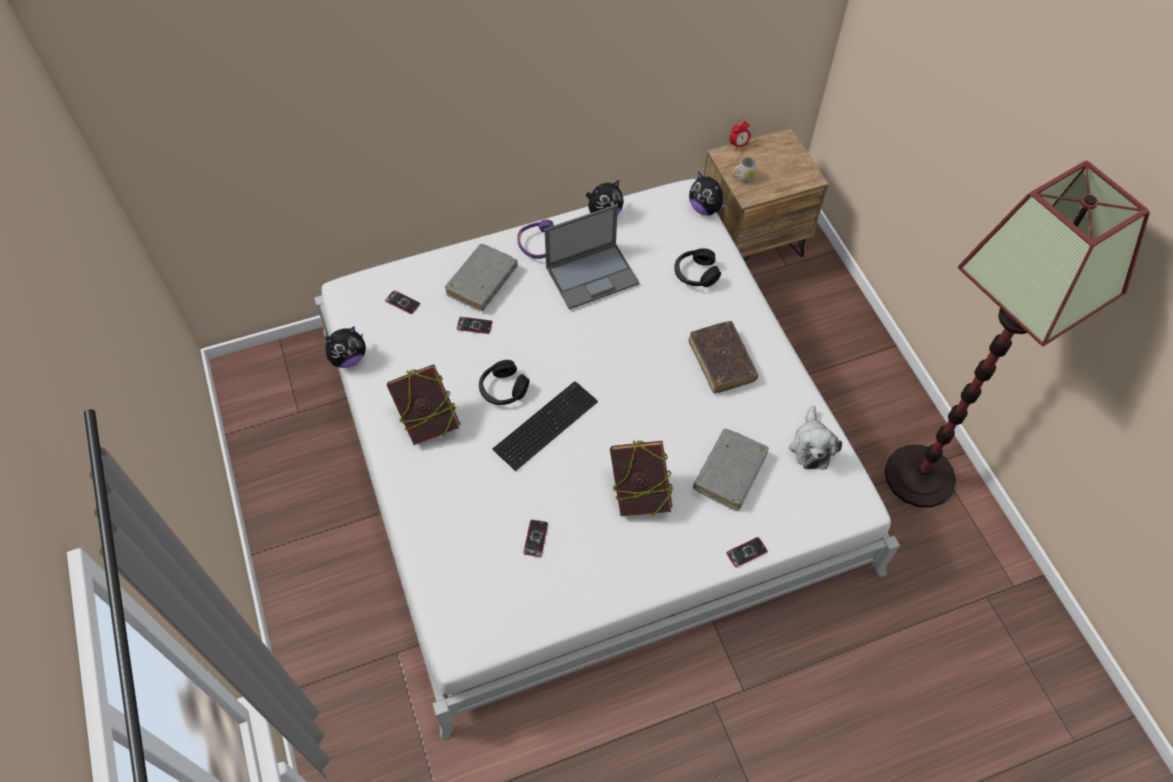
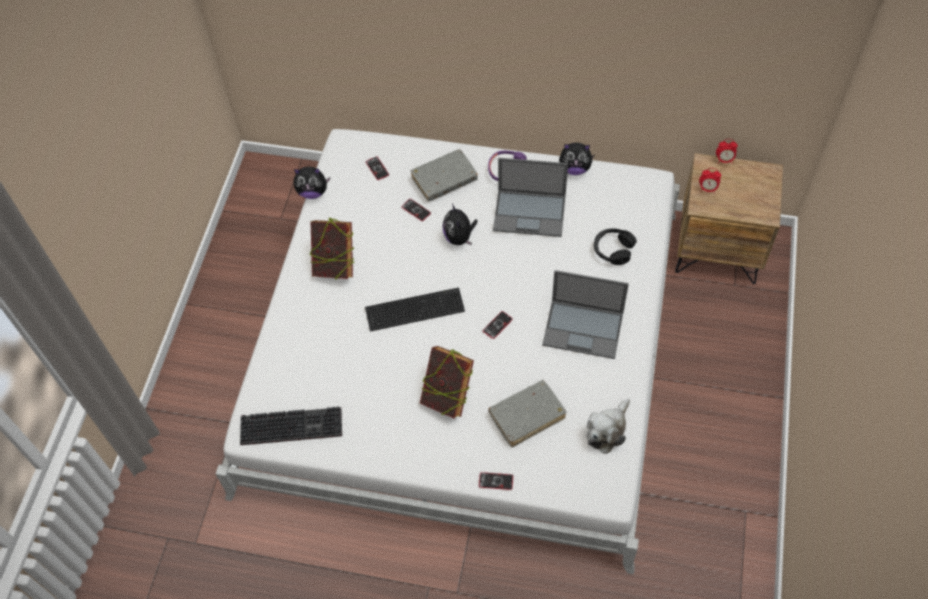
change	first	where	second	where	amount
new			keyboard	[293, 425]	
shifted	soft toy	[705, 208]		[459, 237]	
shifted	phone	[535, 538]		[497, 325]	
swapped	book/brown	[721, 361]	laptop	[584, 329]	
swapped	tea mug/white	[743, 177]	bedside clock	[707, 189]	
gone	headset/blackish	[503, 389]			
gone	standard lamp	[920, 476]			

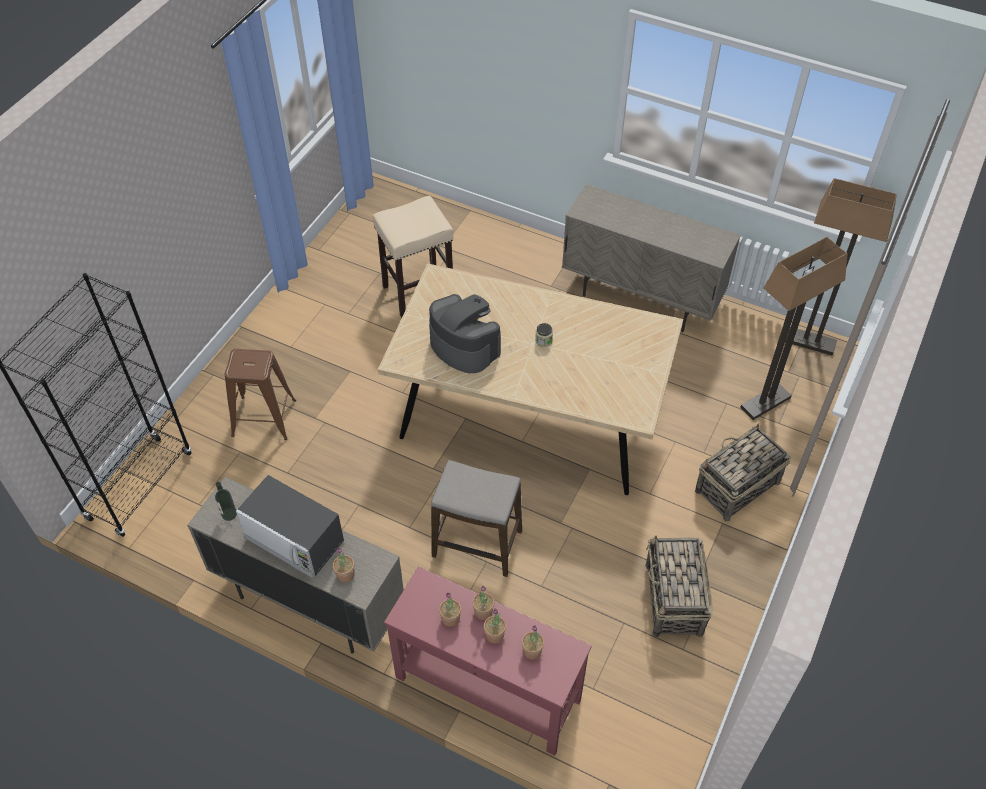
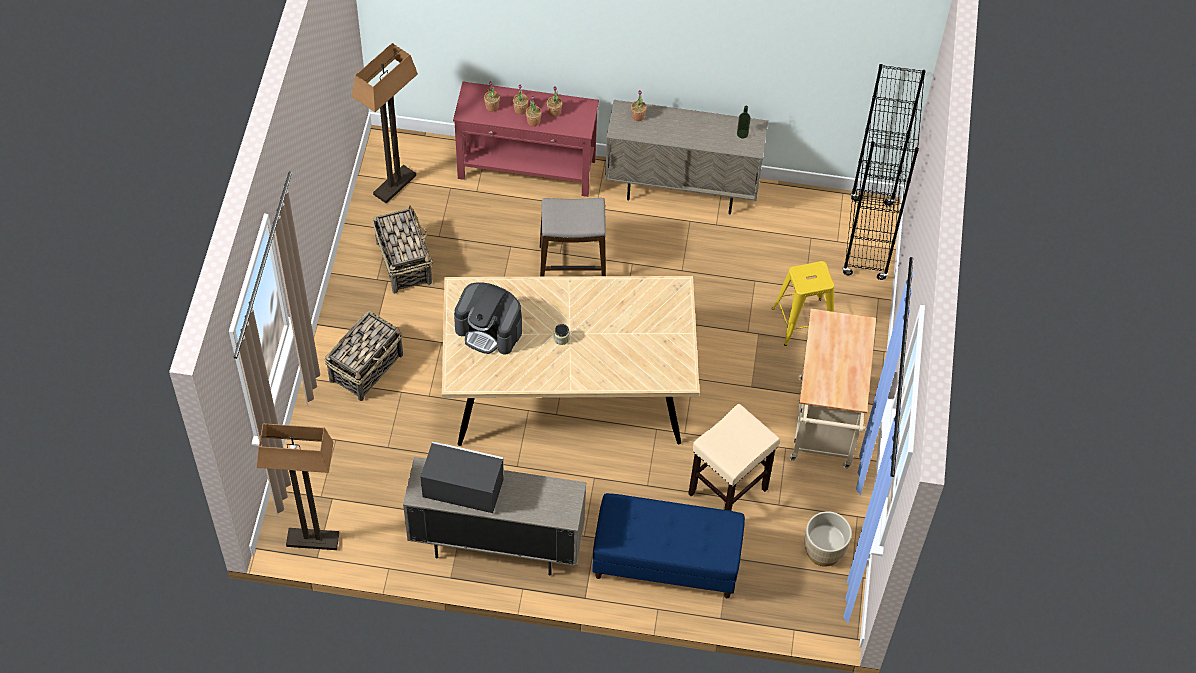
change	first	where	second	where	amount
shifted	standard lamp	[765, 402]		[395, 185]	
shifted	microwave	[295, 540]		[462, 488]	
shifted	coffee machine	[464, 346]		[489, 330]	
new			bench/bluish	[665, 562]	
repainted	stool/brown	[264, 418]	stool/yellow	[802, 322]	
new			wheeled cart/sand-coloured	[824, 429]	
new			flower pot/sand-coloured	[824, 550]	

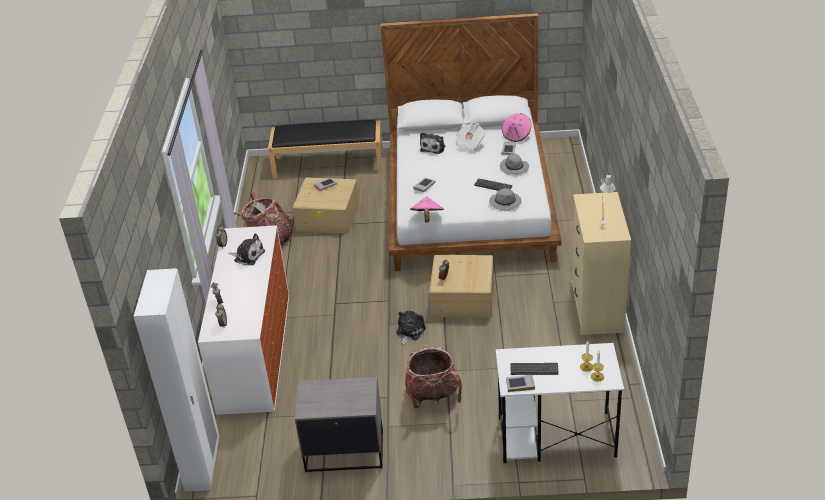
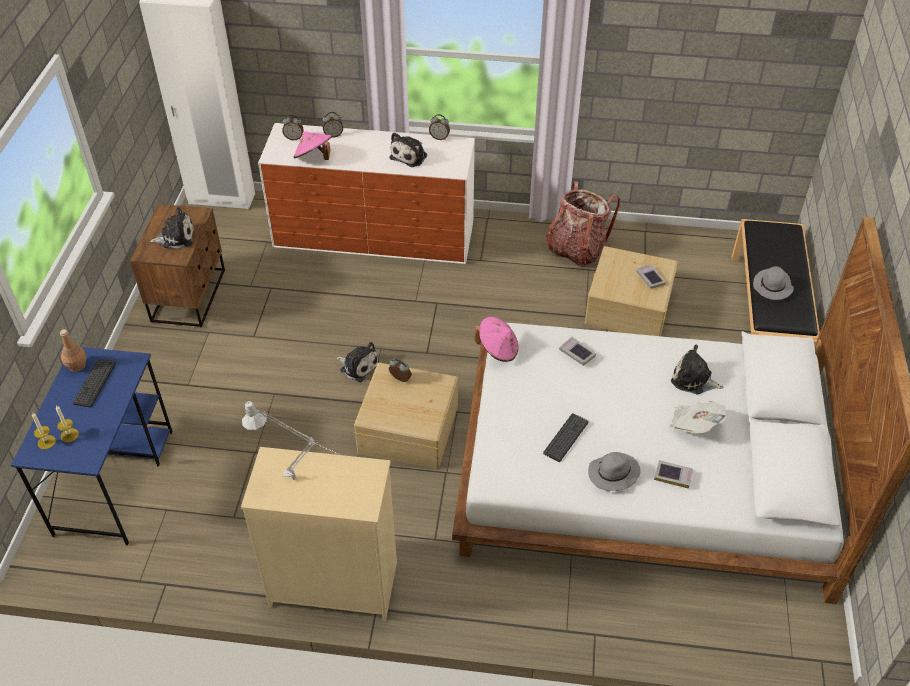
change	first	where	second	where	amount
repainted	desk table/white	[555, 437]	desk table/bluish	[115, 480]	
swapped	book	[520, 385]	drink bottle/brown	[76, 365]	
repainted	bedside table/greyish	[344, 451]	bedside table/brown	[189, 295]	
new			soft toy	[176, 237]	
shifted	clothing hat/pink-coloured	[516, 135]		[314, 158]	
shifted	clothing hat/greyish	[505, 203]		[772, 287]	
gone	rucksack	[433, 396]			

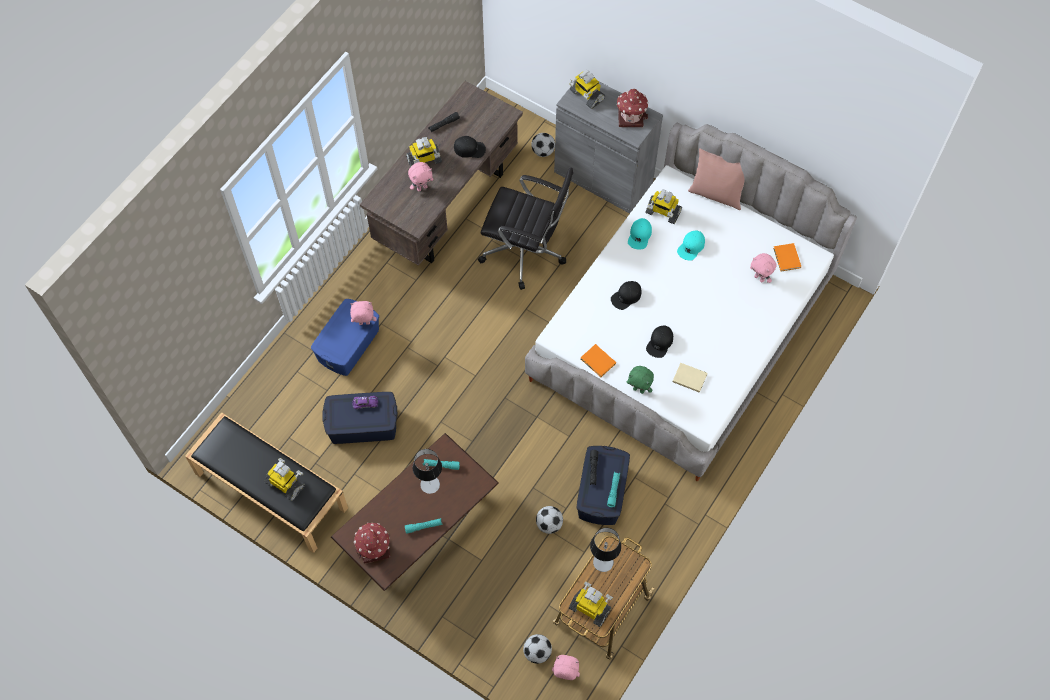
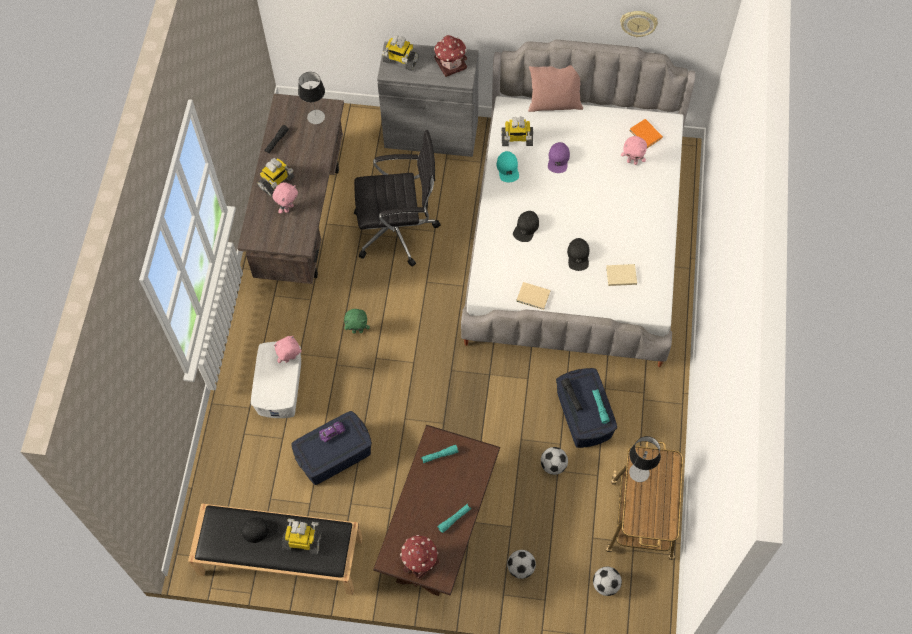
change	first	where	second	where	amount
shifted	cap/blackish	[469, 149]		[259, 529]	
repainted	storage bin/bluish	[349, 345]	storage bin/white	[280, 387]	
shifted	tabletop lamp	[430, 484]		[316, 117]	
shifted	soft toy/green-coloured	[639, 389]		[357, 331]	
shifted	ball for football	[542, 151]		[520, 568]	
repainted	book/orange	[598, 362]	book/sand-coloured	[534, 297]	
repainted	cap/turquoise-coloured	[691, 247]	cap/purplish	[558, 159]	
new			clock on the wall	[638, 23]	
gone	soft toy/pink-coloured	[565, 674]			
gone	model robot	[590, 608]			

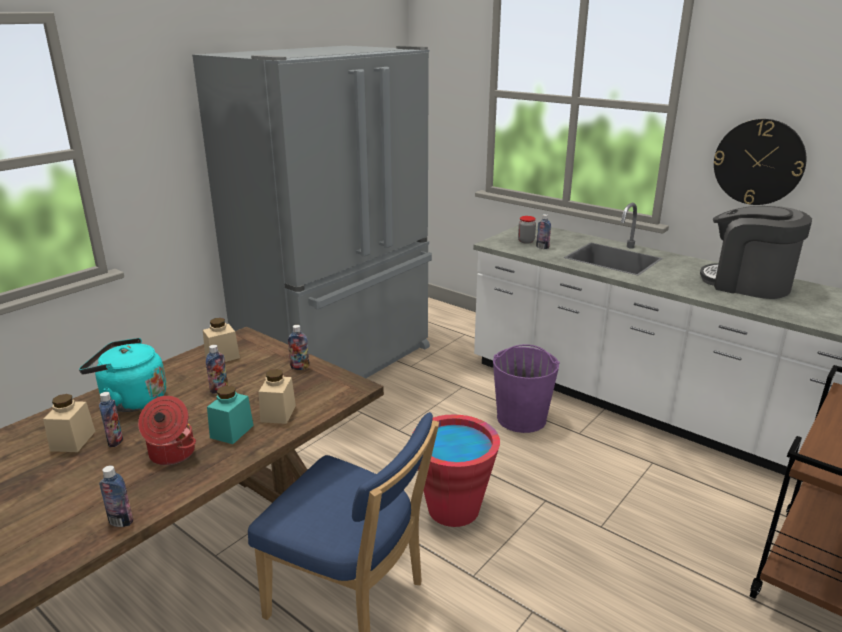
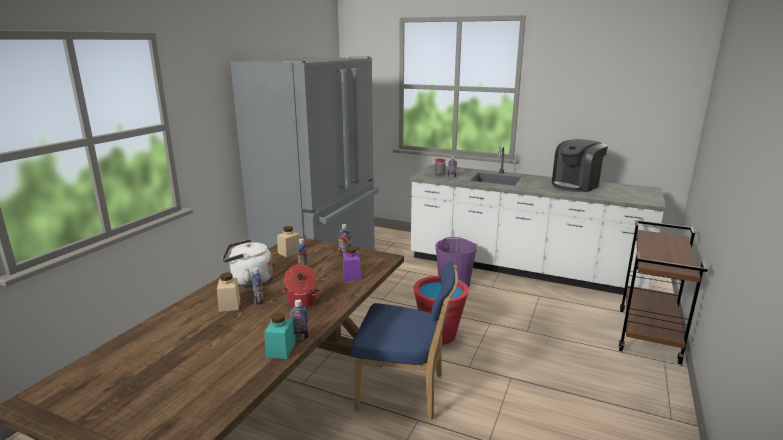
change	first	where	second	where	amount
repainted	tea kettle/turquoise-coloured	[130, 400]	tea kettle/white	[249, 280]	
shifted	preserve jar/turquoise-coloured	[232, 431]		[280, 350]	
repainted	preserve jar/sand-coloured	[278, 413]	preserve jar/purplish	[351, 275]	
rotated	coffee machine	[747, 284]		[575, 185]	60 degrees counterclockwise
gone	clock on the wall	[758, 162]			

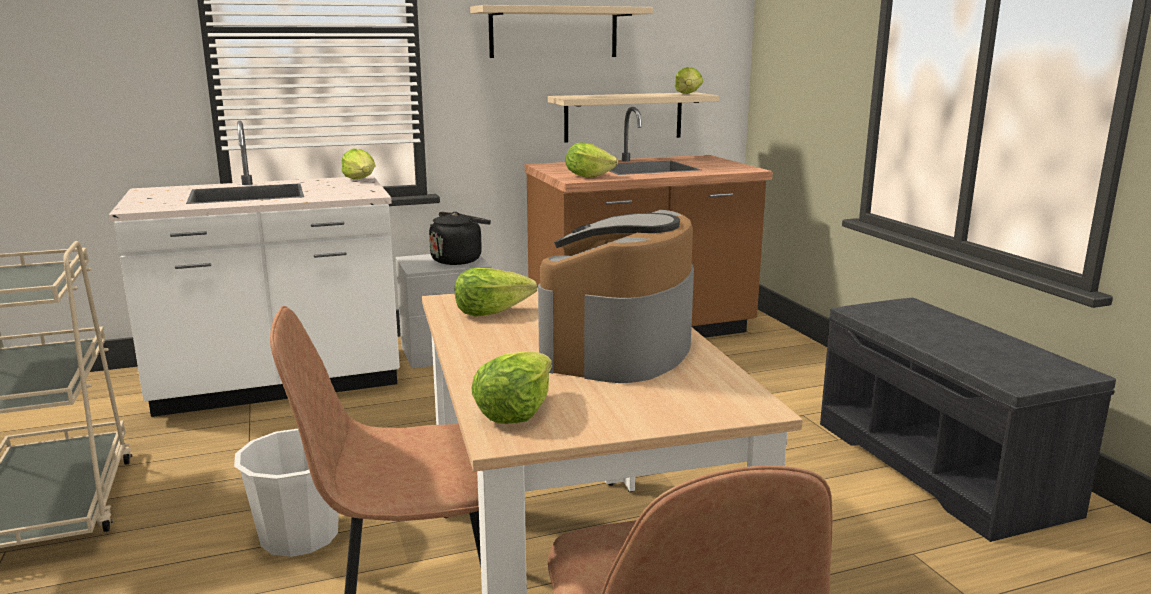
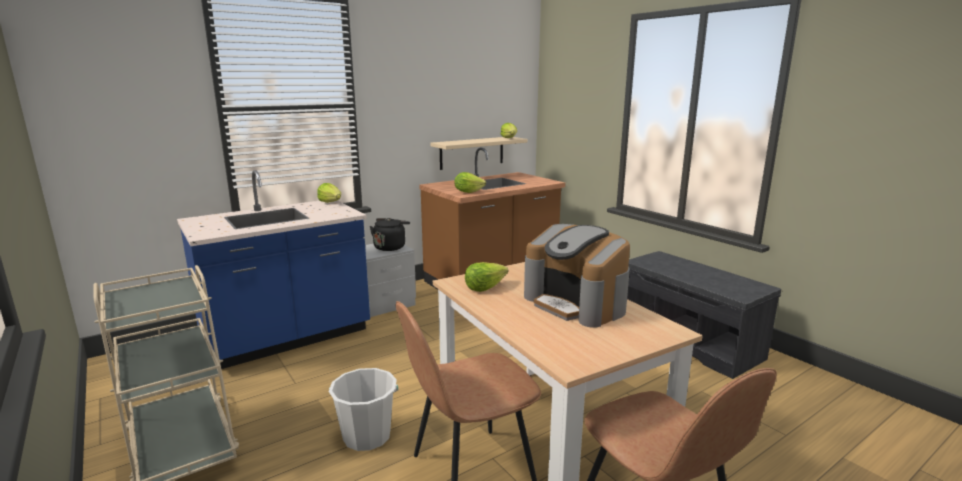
change	first	where	second	where	amount
repainted	kitchen base unit/white	[278, 385]	kitchen base unit/bluish	[287, 339]	
rotated	coffee machine	[619, 348]		[576, 303]	45 degrees counterclockwise
gone	shelf/sand-coloured	[554, 32]			
gone	lettuce	[515, 411]			

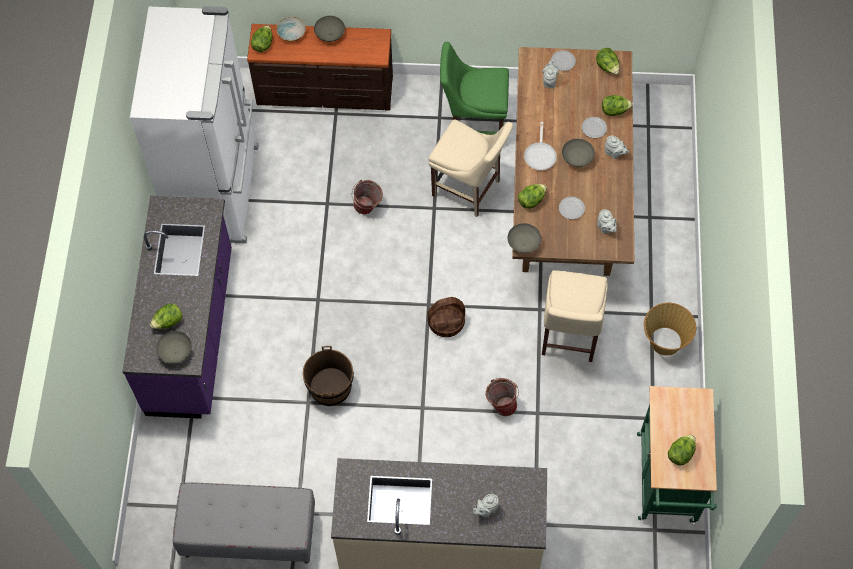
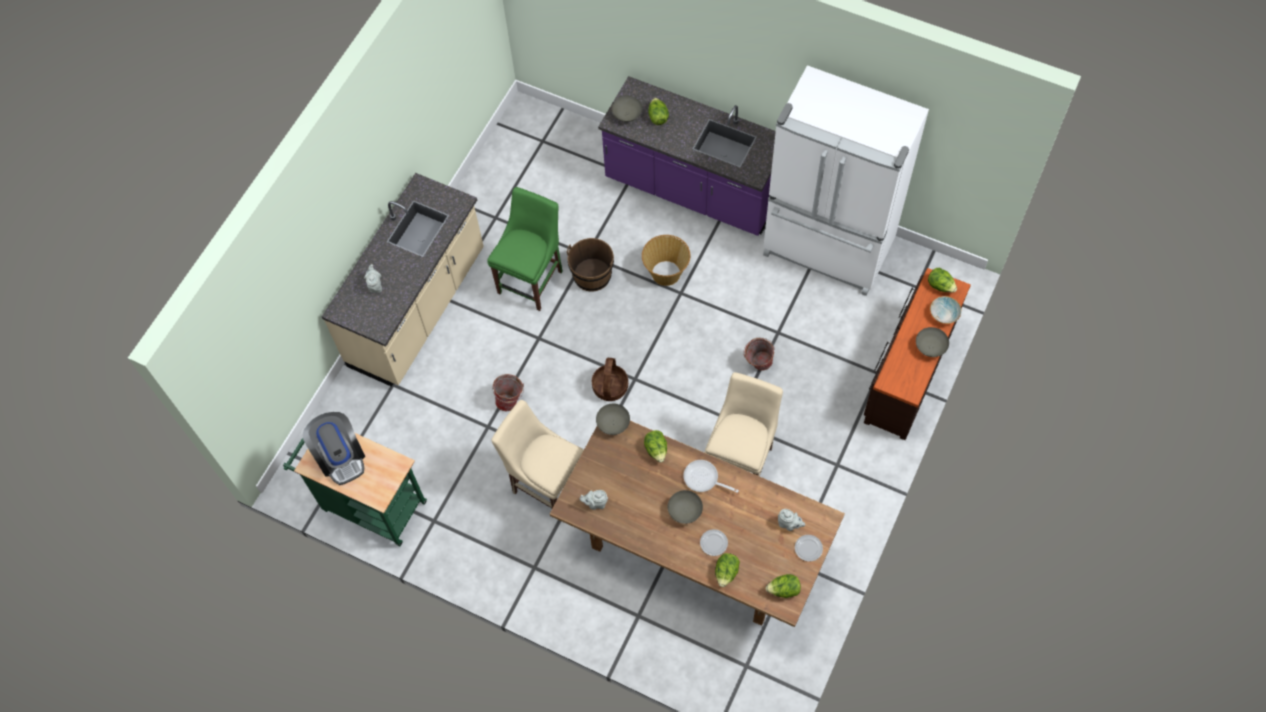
change	first	where	second	where	amount
swapped	lettuce	[680, 453]	coffee machine	[340, 456]	
shifted	chair/green-coloured	[473, 127]		[532, 279]	
shifted	household basket	[664, 341]		[666, 272]	
rotated	chair/sand-coloured	[469, 190]		[741, 459]	150 degrees clockwise
gone	bench/greyish	[249, 534]			
gone	plate	[571, 208]			
gone	pot for tea/greyish	[614, 153]			

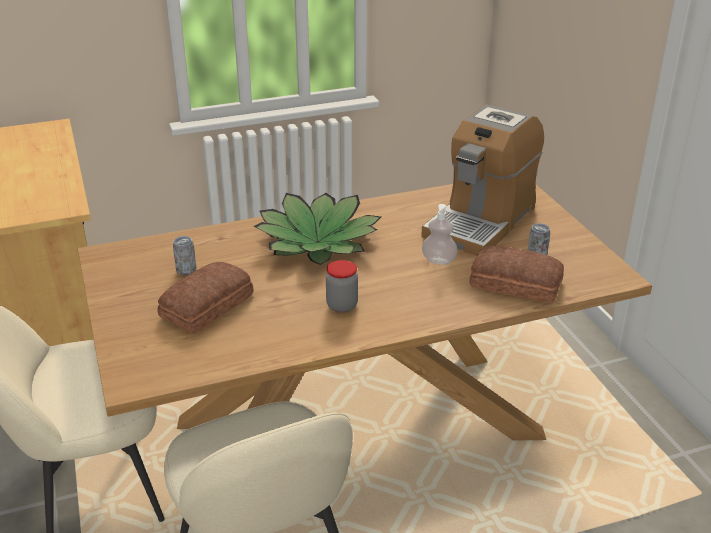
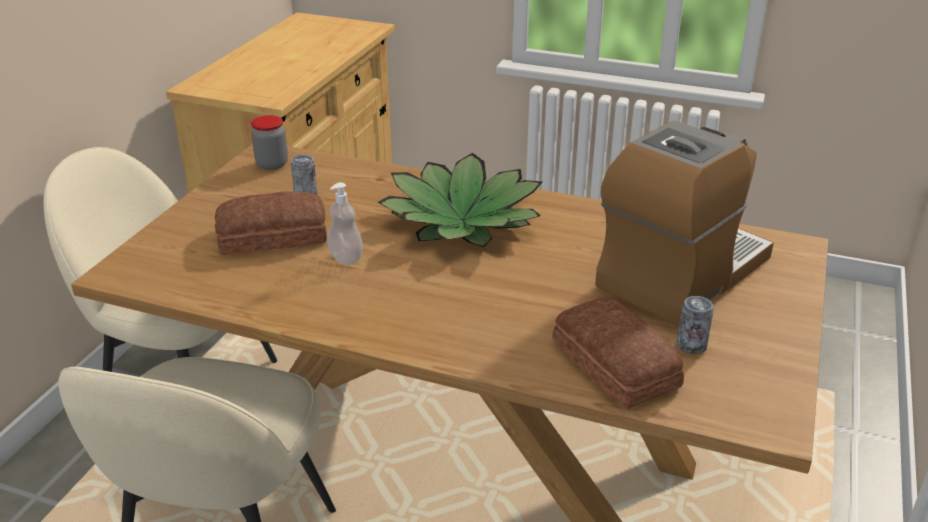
change	first	where	second	where	amount
shifted	preserve jar	[342, 306]		[272, 164]	
shifted	soap dispenser	[438, 260]		[346, 258]	
rotated	coffee machine	[481, 221]		[681, 274]	150 degrees clockwise

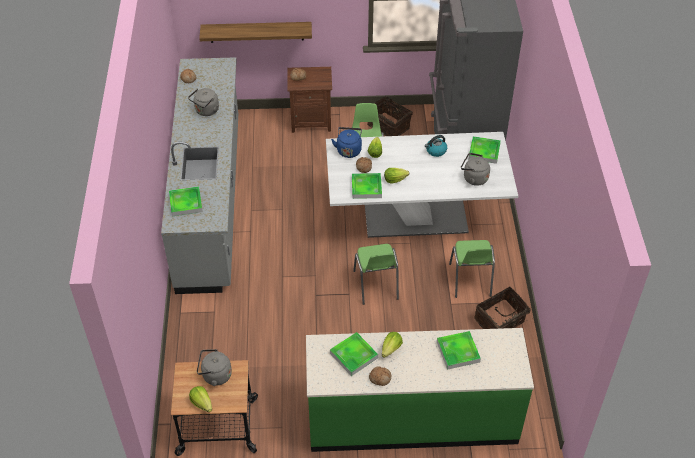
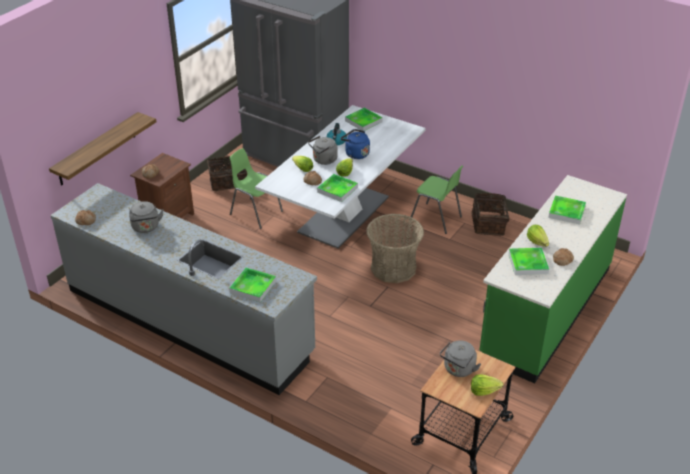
change	first	where	second	where	amount
shifted	tea kettle/greyish	[473, 178]		[323, 160]	
shifted	tea kettle/bluish	[348, 150]		[355, 154]	
swapped	chair/green-coloured	[376, 285]	household basket	[393, 268]	

